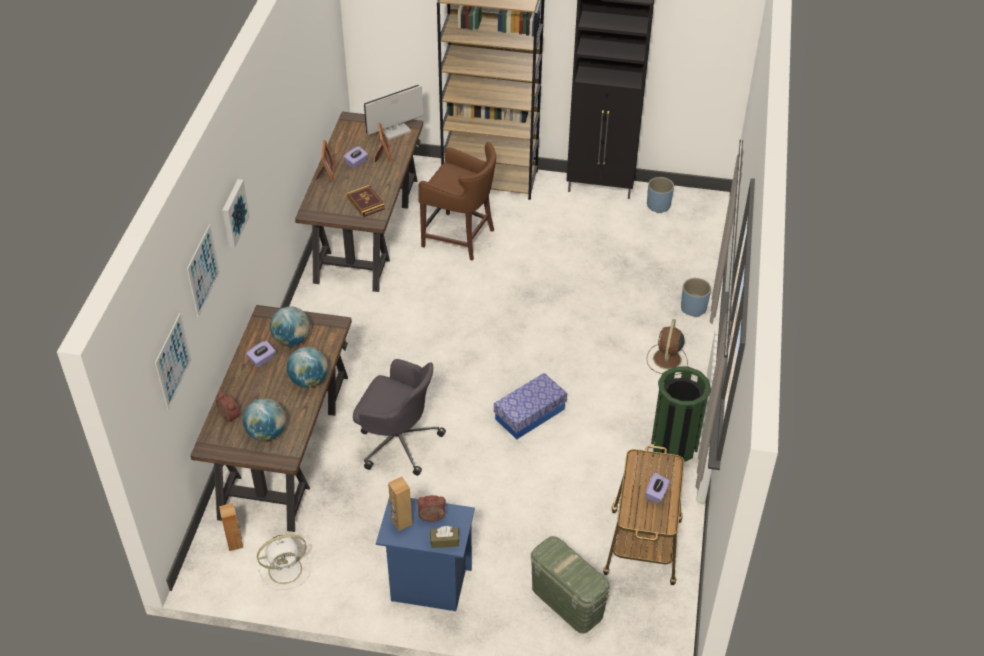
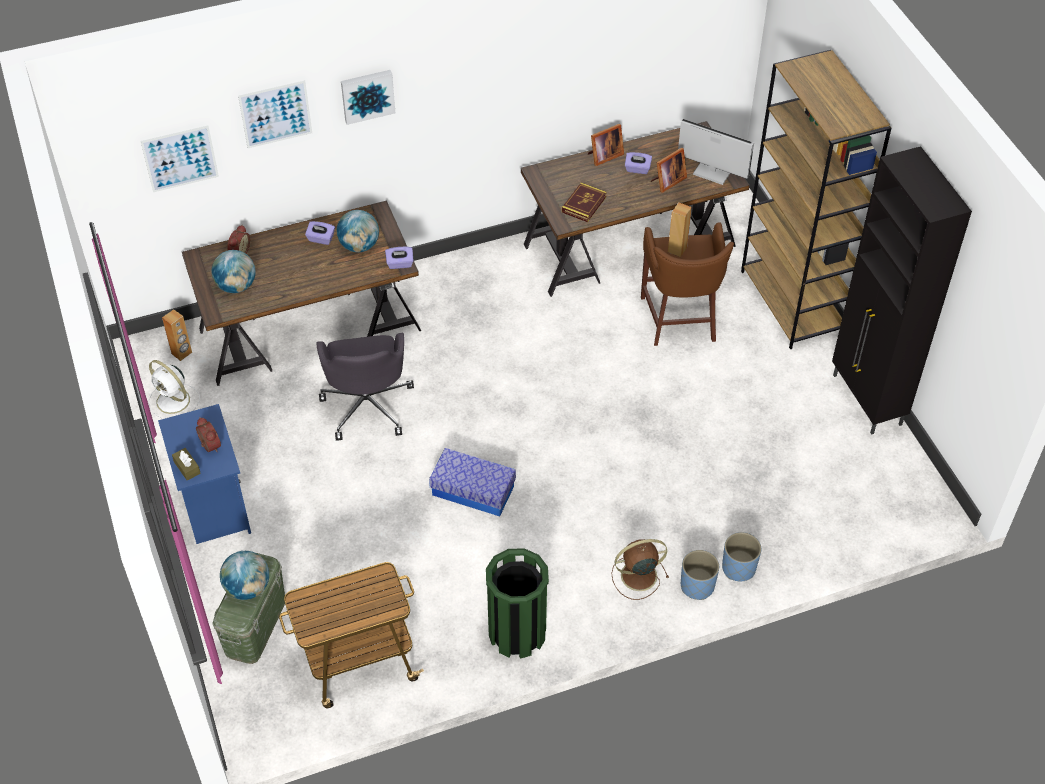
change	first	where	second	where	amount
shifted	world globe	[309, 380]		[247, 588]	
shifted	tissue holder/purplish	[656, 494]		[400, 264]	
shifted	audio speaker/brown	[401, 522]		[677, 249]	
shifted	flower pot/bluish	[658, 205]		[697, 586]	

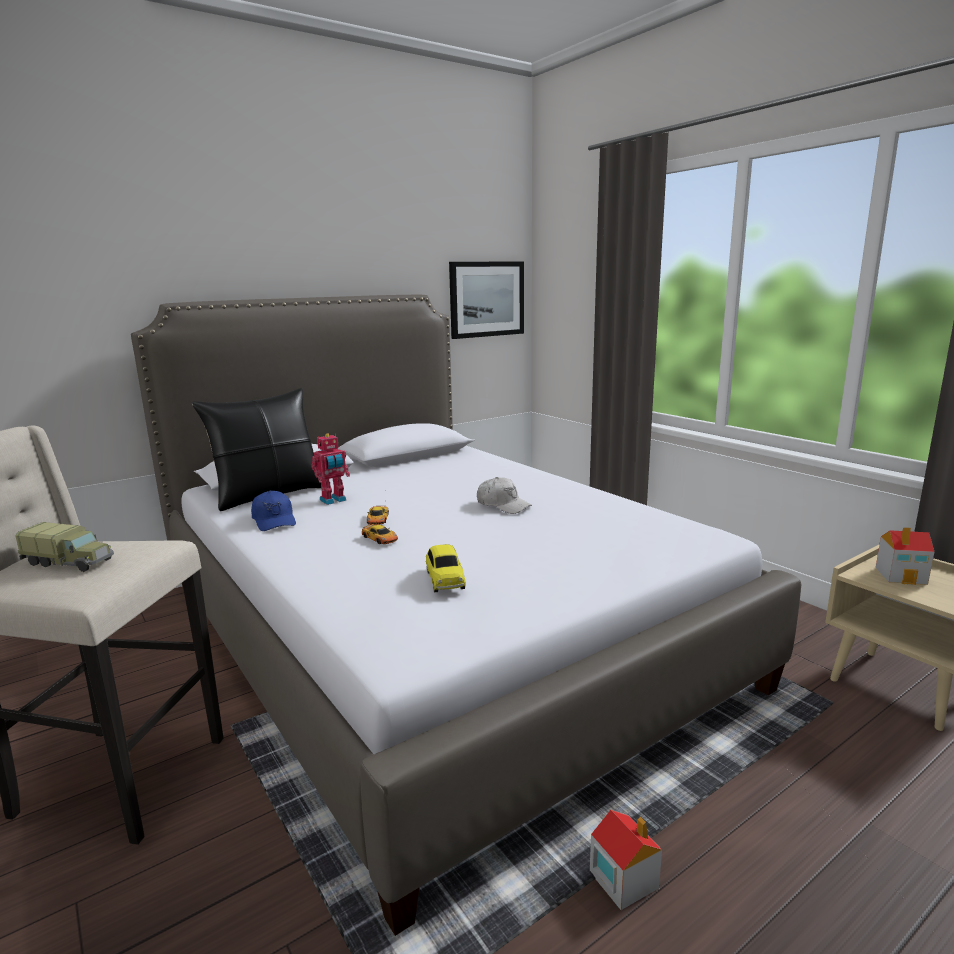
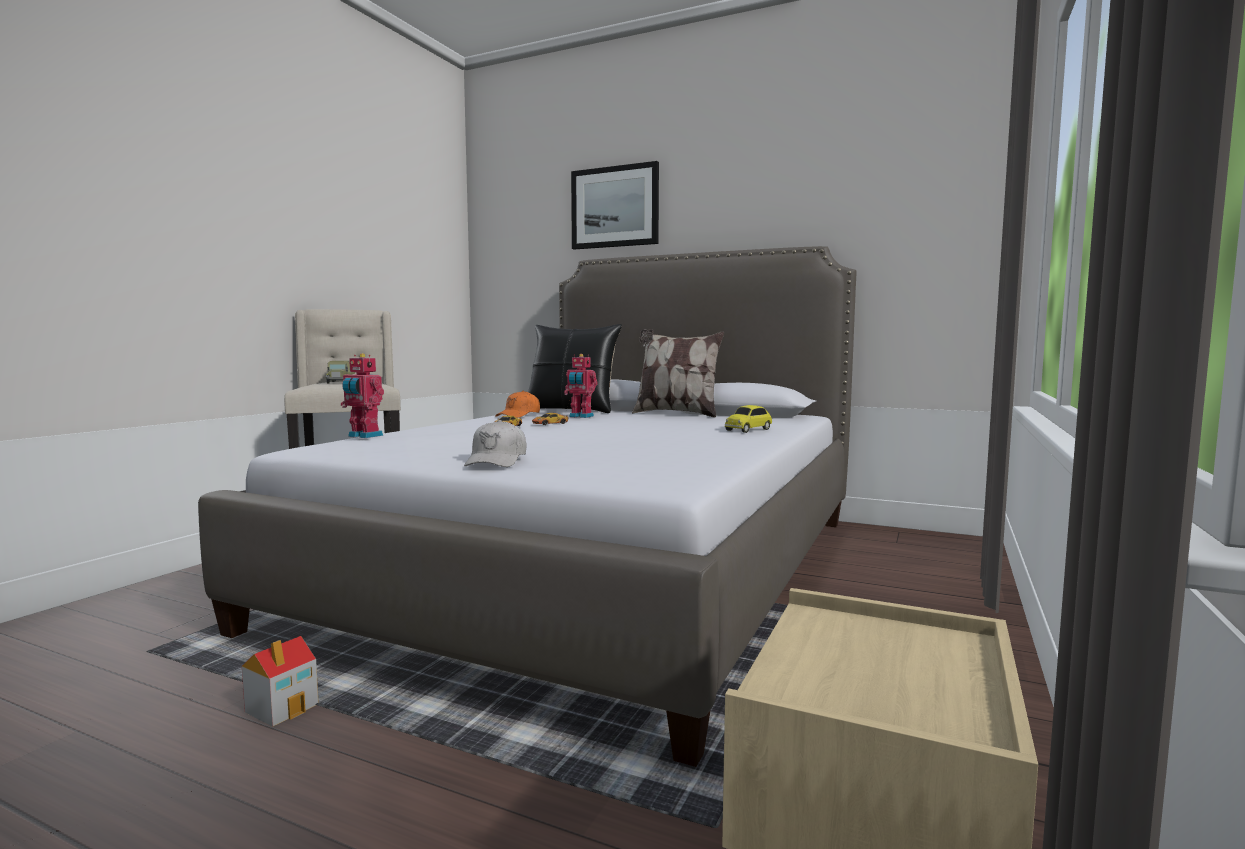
change	first	where	second	where	amount
new			model robot	[363, 436]	
shifted	cap/white	[503, 505]		[497, 461]	
repainted	cap/bluish	[274, 520]	cap/orange	[519, 415]	
shifted	wall art	[486, 299]		[615, 207]	
new			pillow	[676, 414]	
shifted	model car	[445, 579]		[748, 430]	
gone	toy house	[901, 575]			

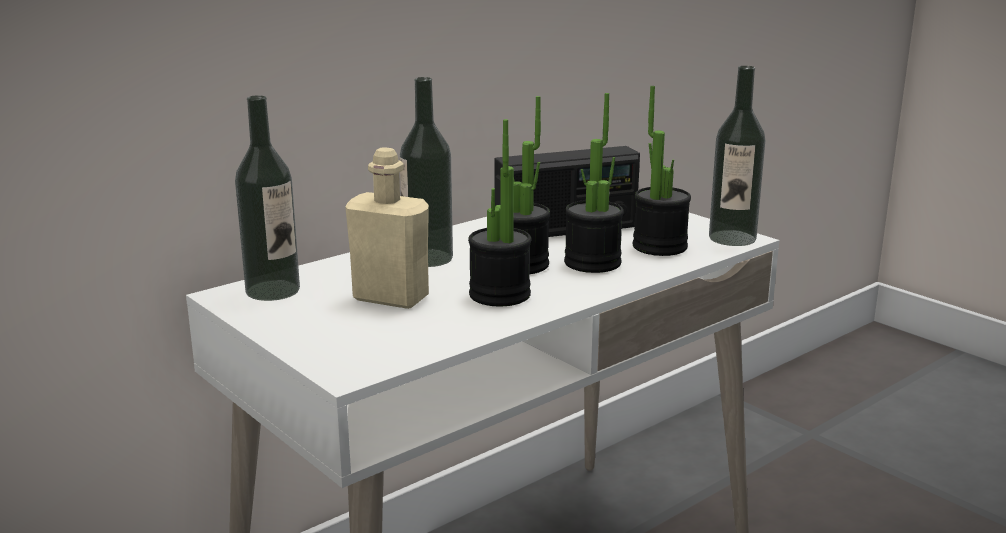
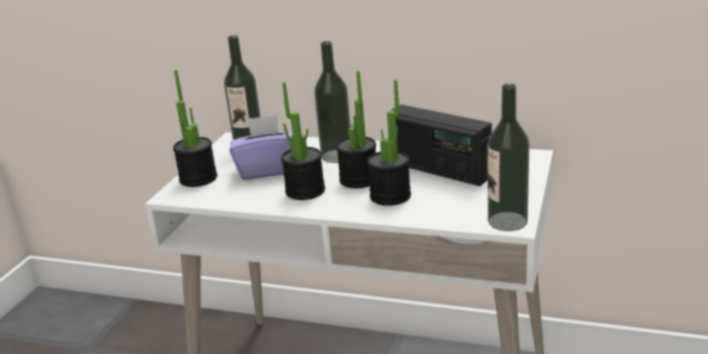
change	first	where	second	where	amount
shifted	houseplant	[659, 246]		[198, 178]	
swapped	drink bottle/sand-coloured	[390, 298]	tissue holder/purplish	[269, 169]	

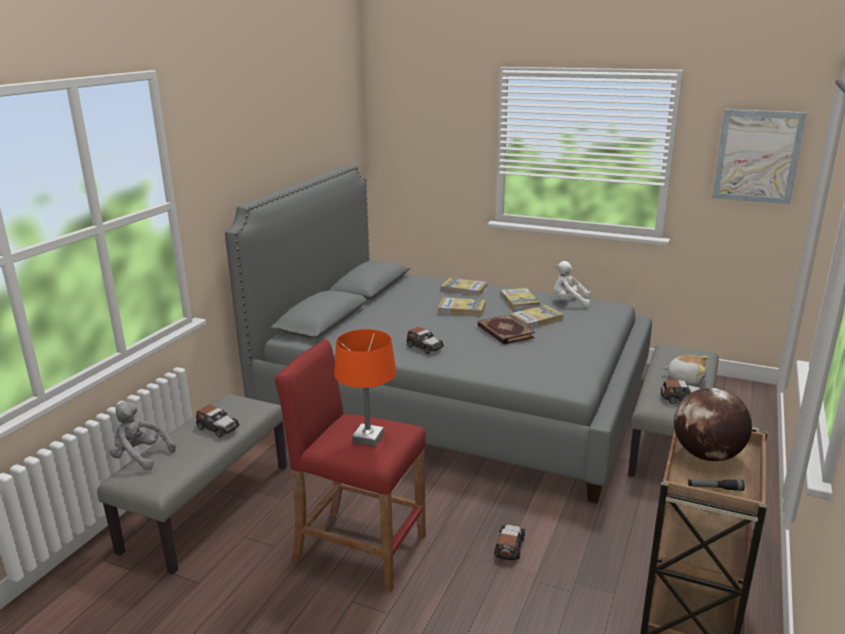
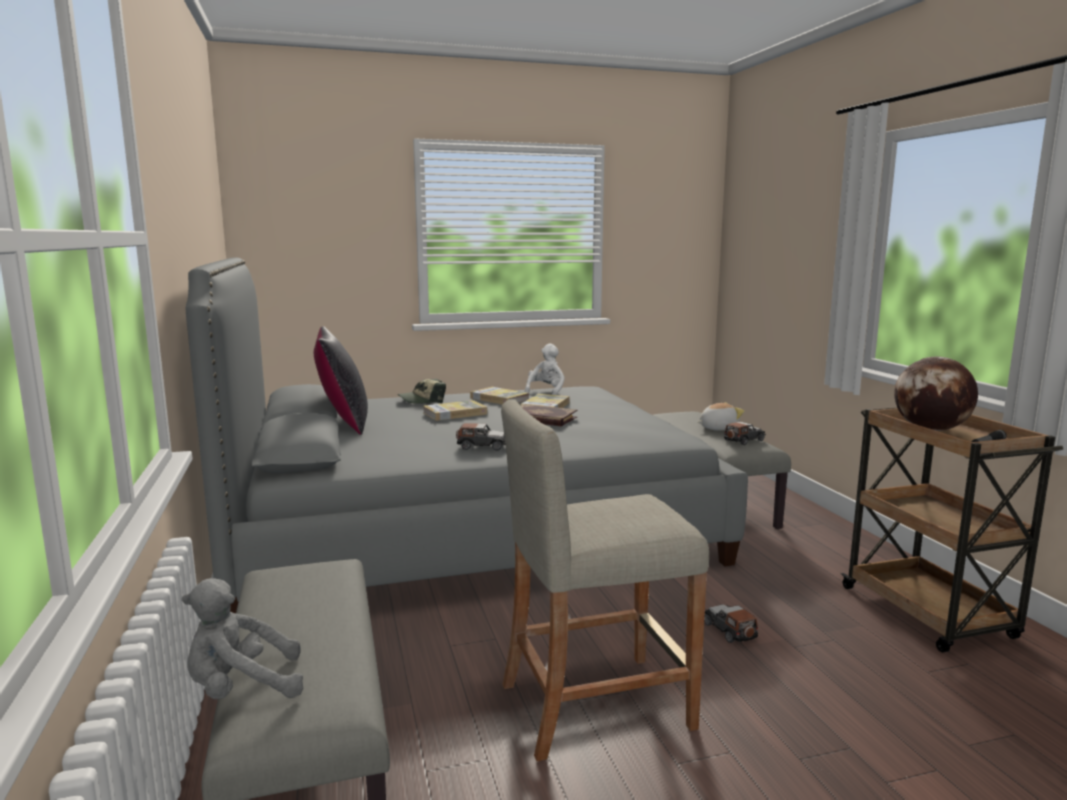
change	first	where	second	where	amount
new			pillow/blackish	[343, 423]	
swapped	book	[464, 289]	cap	[422, 400]	
repainted	stool/red	[360, 548]	stool/sand-coloured	[595, 704]	
rotated	soft toy/white	[569, 302]		[546, 392]	135 degrees clockwise
gone	model car	[217, 428]			
gone	tabletop lamp/orange	[368, 438]			
gone	wall art	[757, 156]			

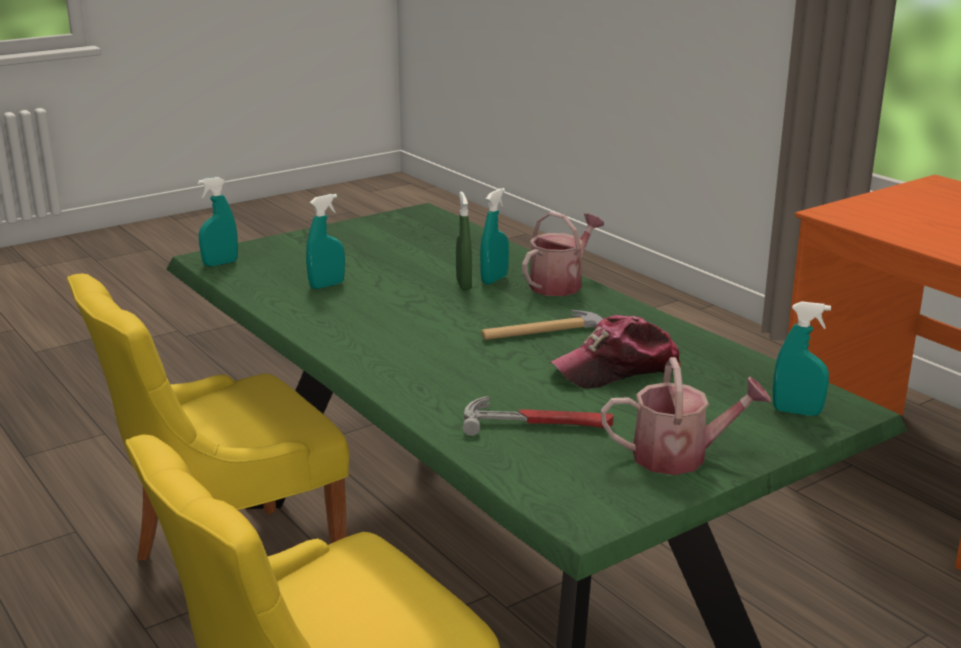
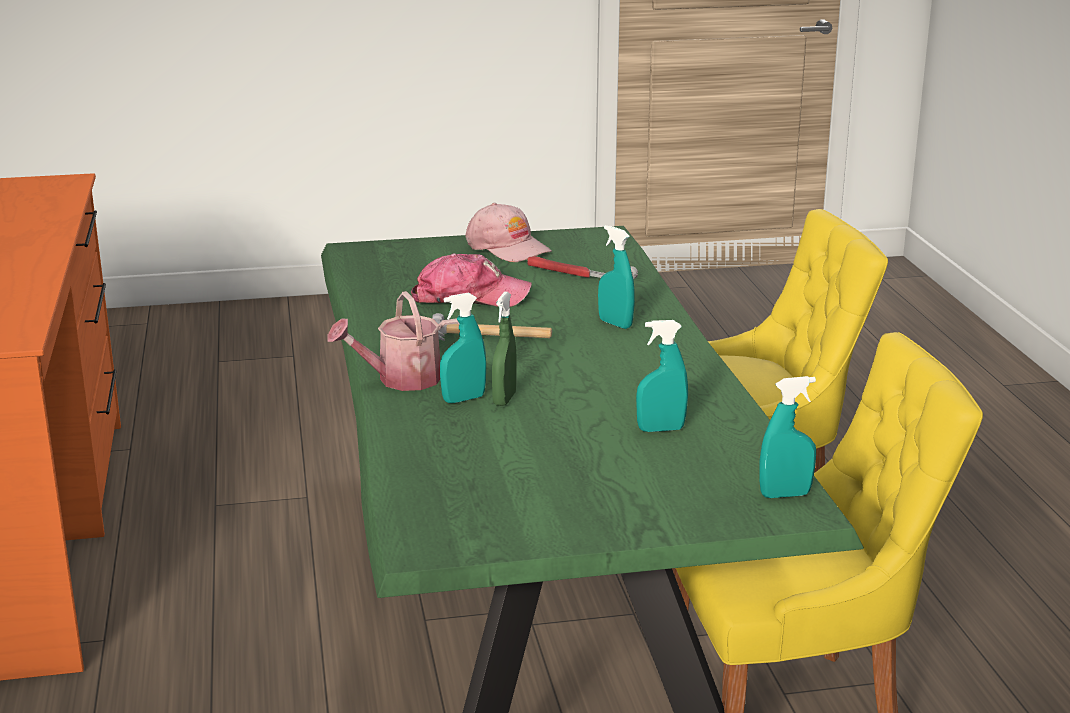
change	first	where	second	where	amount
swapped	watering can	[680, 456]	cap/pink-coloured	[508, 247]	
shifted	hand sprayer/turquoise-coloured	[796, 412]		[615, 324]	

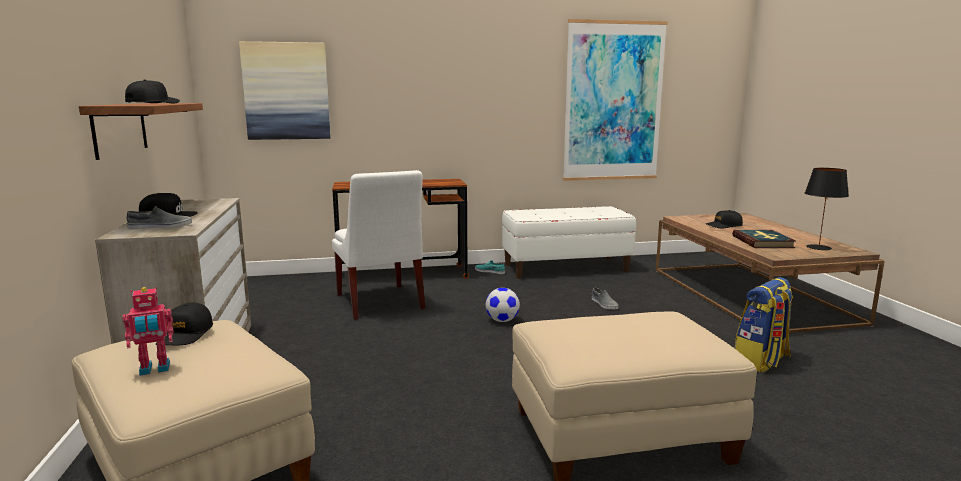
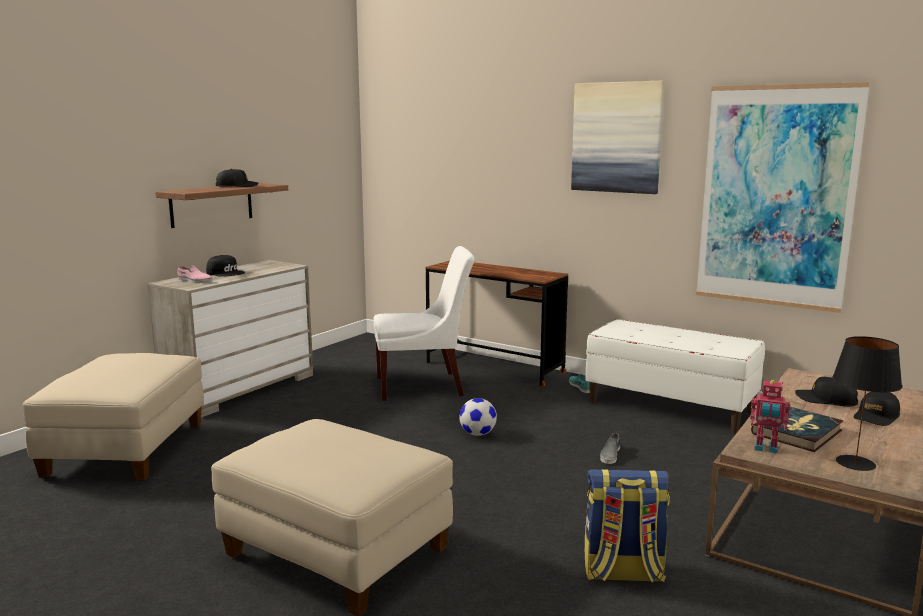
change	first	where	second	where	amount
repainted	item of footwear/greyish	[160, 227]	item of footwear/pink-coloured	[194, 281]	
rotated	chair/white	[380, 303]		[424, 386]	120 degrees counterclockwise
shifted	wall art	[286, 91]		[617, 137]	
shifted	model robot	[154, 369]		[765, 448]	
shifted	cap/blackish	[185, 335]		[876, 417]	

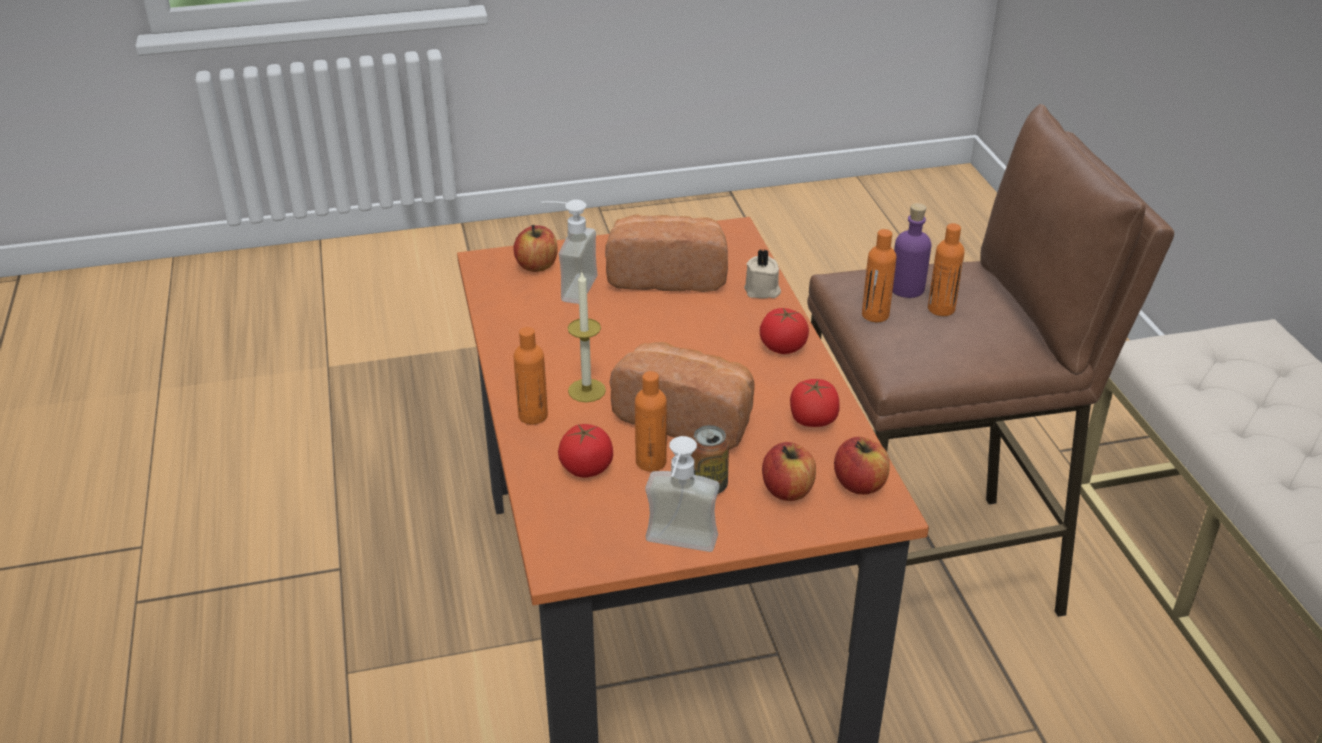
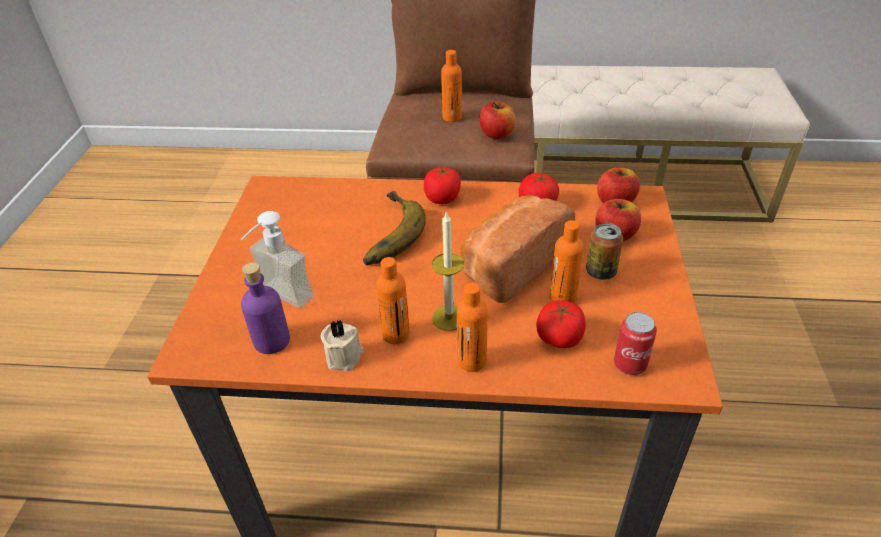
change	first	where	second	where	amount
shifted	drink bottle/purplish	[907, 288]		[272, 340]	
shifted	wax candle/sand-coloured	[762, 291]		[345, 356]	
new			whole banana	[385, 234]	
shifted	drink bottle/orange	[875, 315]		[396, 334]	
shifted	apple fruit	[537, 265]		[497, 134]	
new			sealed can	[630, 364]	
gone	bread	[667, 274]			
gone	soap dispenser	[678, 548]			

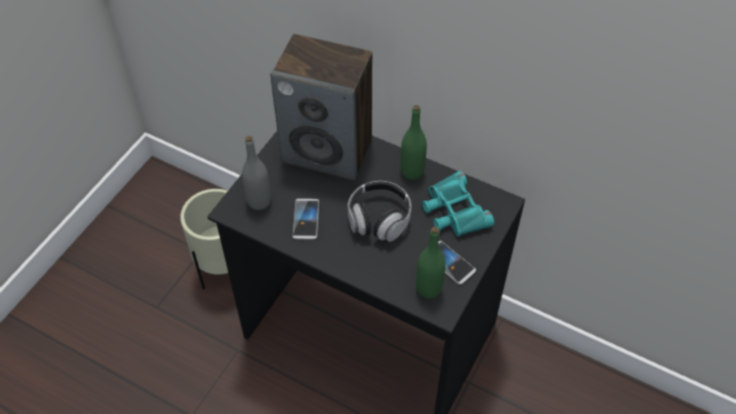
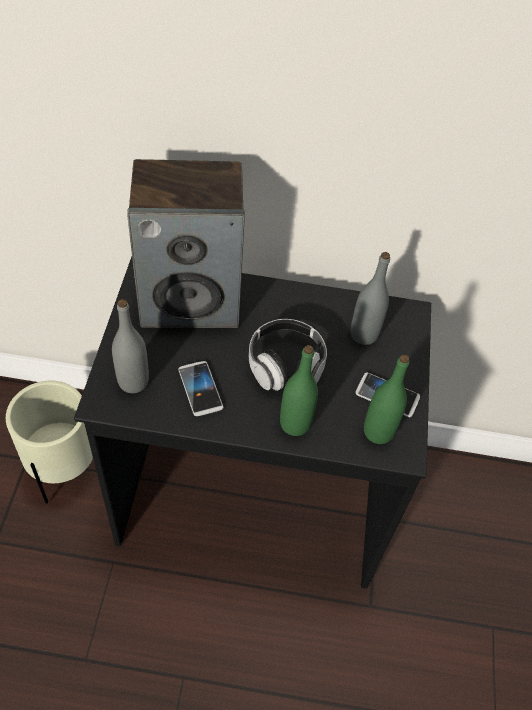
change	first	where	second	where	amount
shifted	drink bottle/green-coloured	[412, 171]		[295, 423]	
swapped	binoculars/turquoise-coloured	[454, 211]	drink bottle/greyish	[364, 334]	

